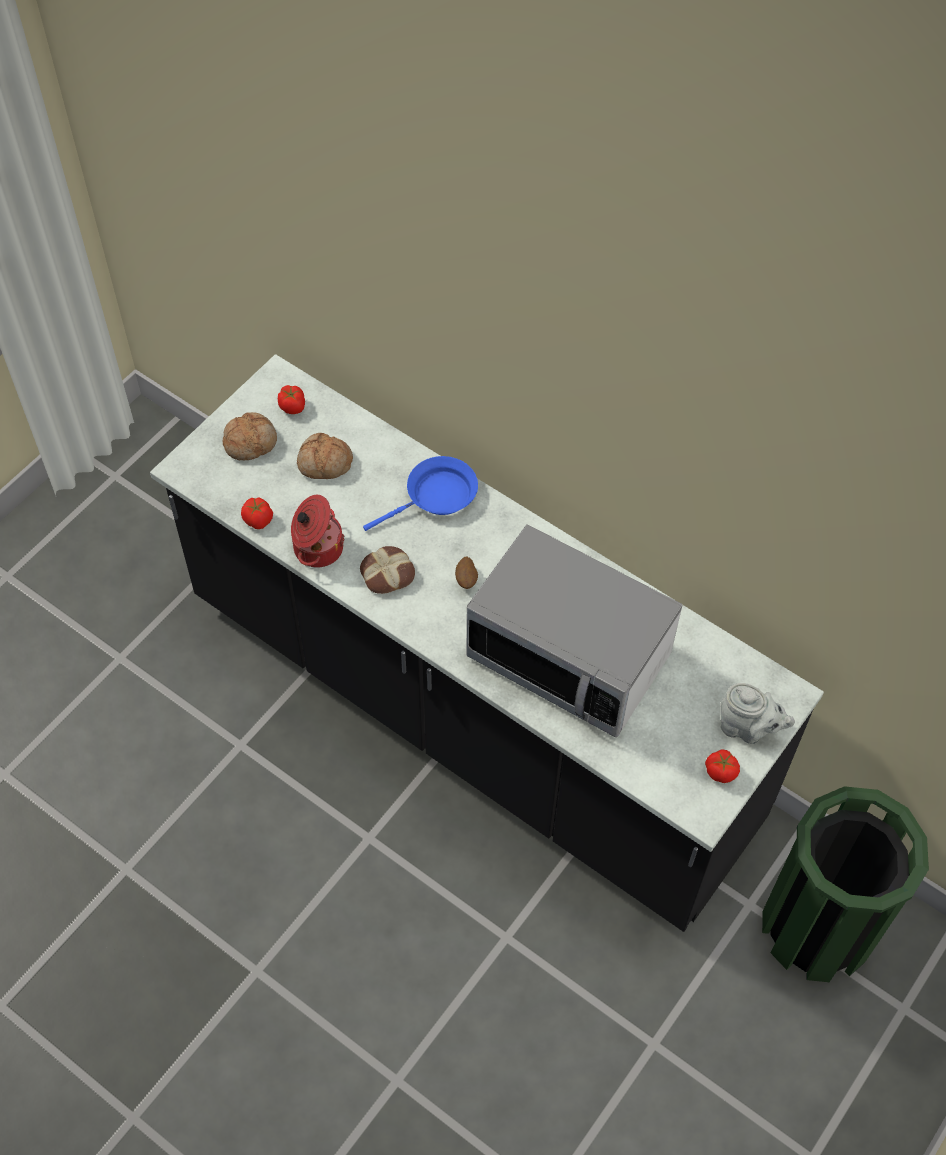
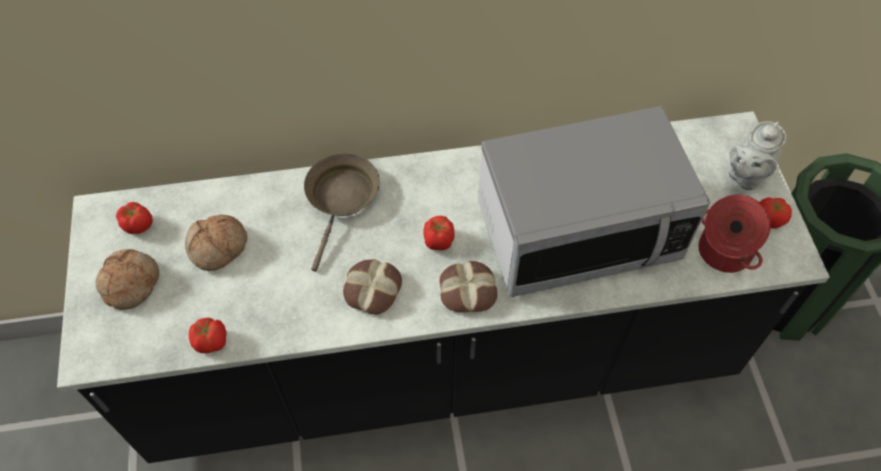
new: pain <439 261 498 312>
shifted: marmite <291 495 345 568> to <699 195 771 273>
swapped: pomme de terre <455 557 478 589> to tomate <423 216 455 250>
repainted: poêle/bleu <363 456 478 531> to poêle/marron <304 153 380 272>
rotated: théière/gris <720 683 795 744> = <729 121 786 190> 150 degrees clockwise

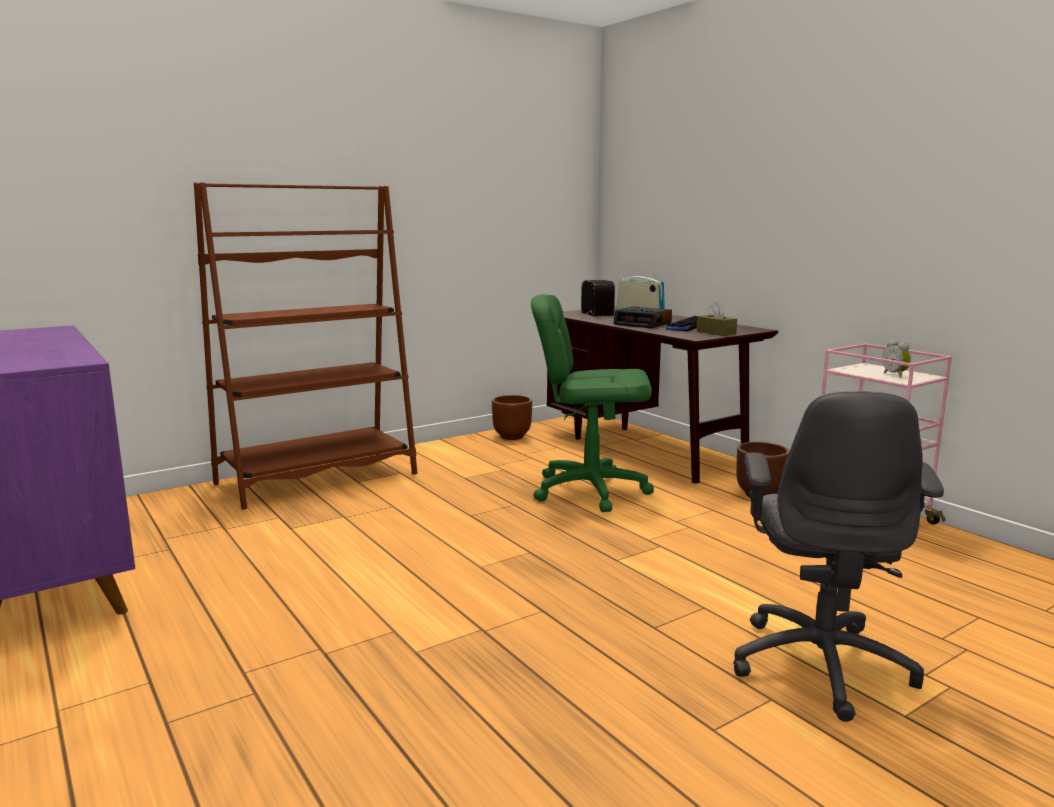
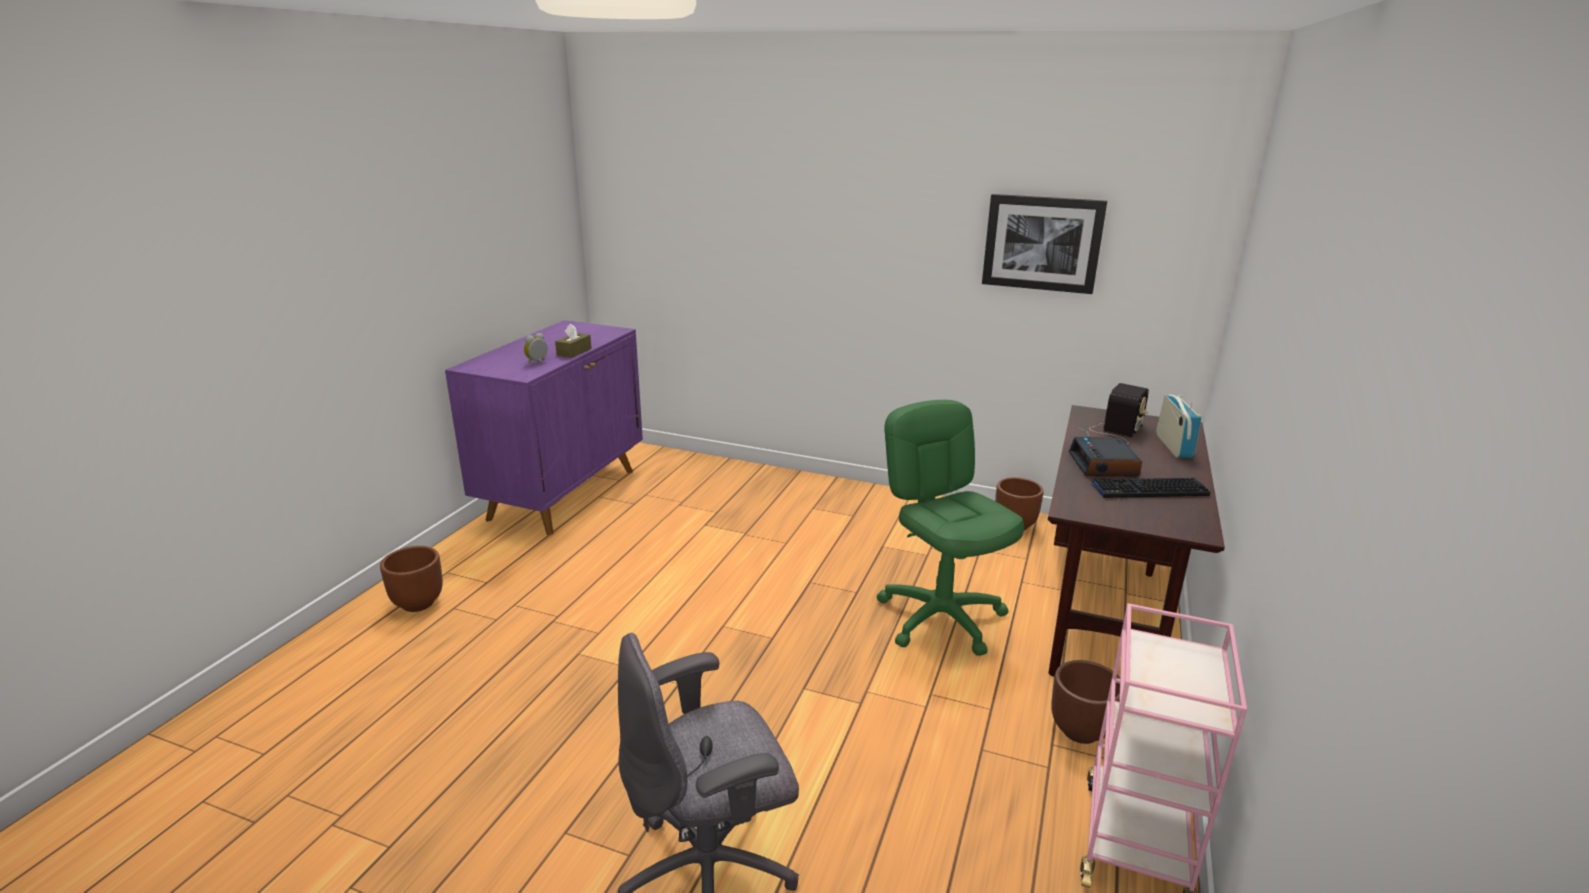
gone: bibliothèque/marron <194 182 417 510>
new: cache-pot/marron <380 546 443 612>; tableau <982 194 1107 294>
shifted: réveil <882 340 911 377> to <524 333 548 364>; boîte à mouchoirs/marron <697 302 737 336> to <555 323 592 358>

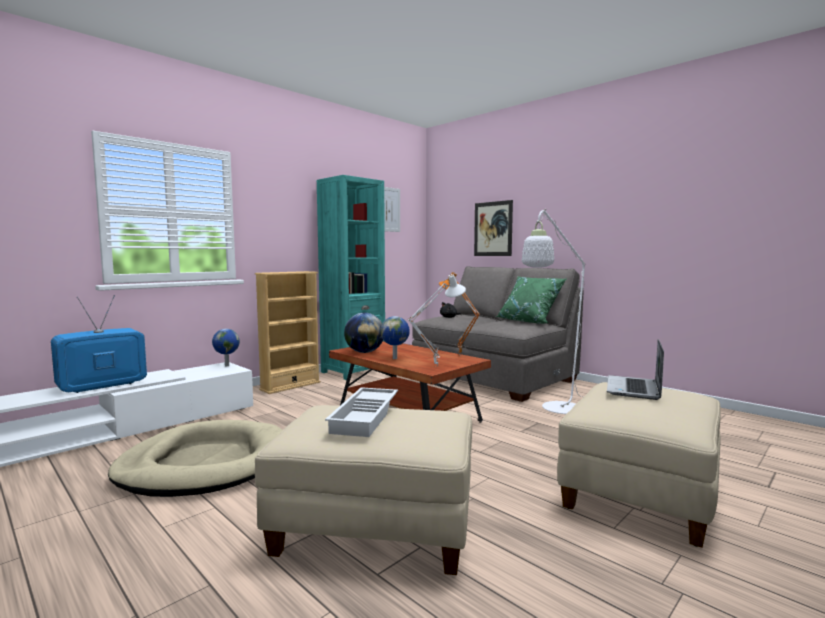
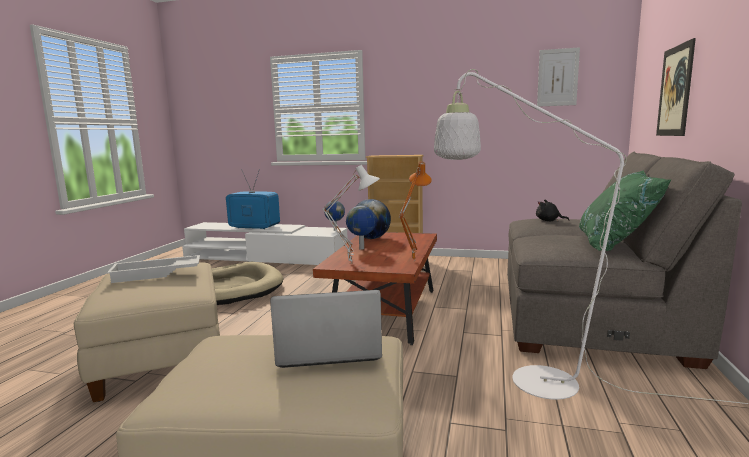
gone: bibliothèque/turquoise <317 175 385 380>

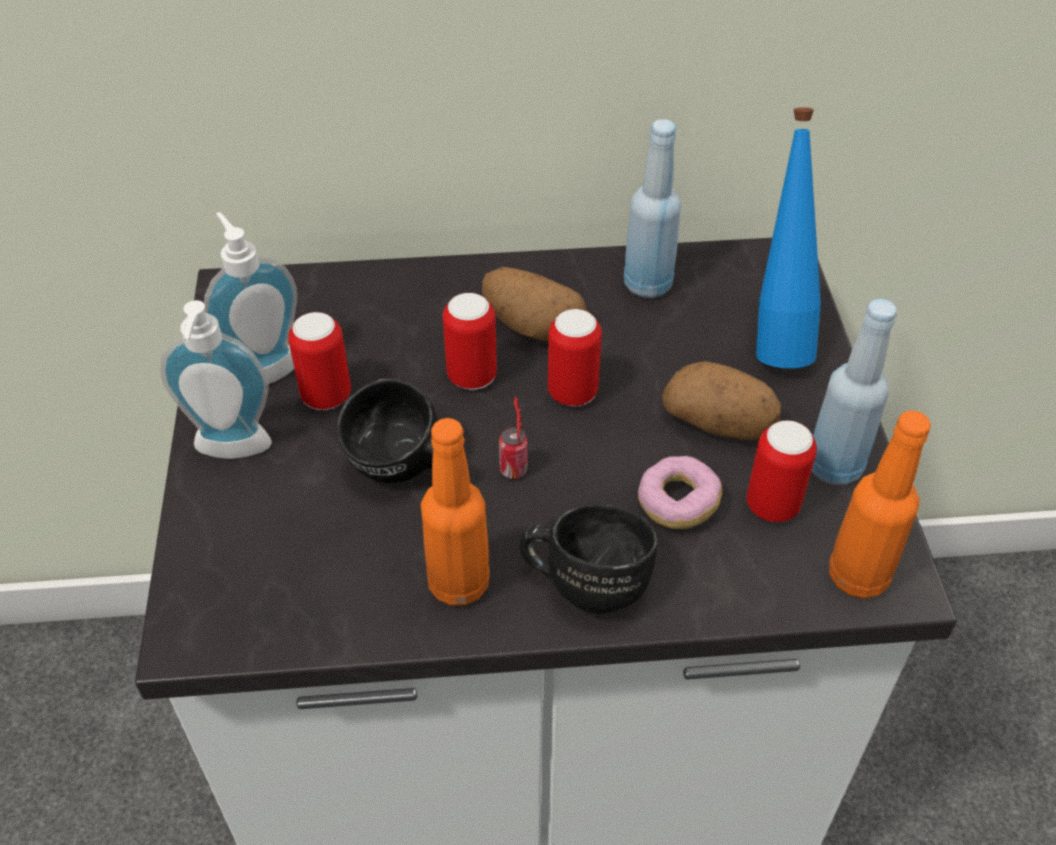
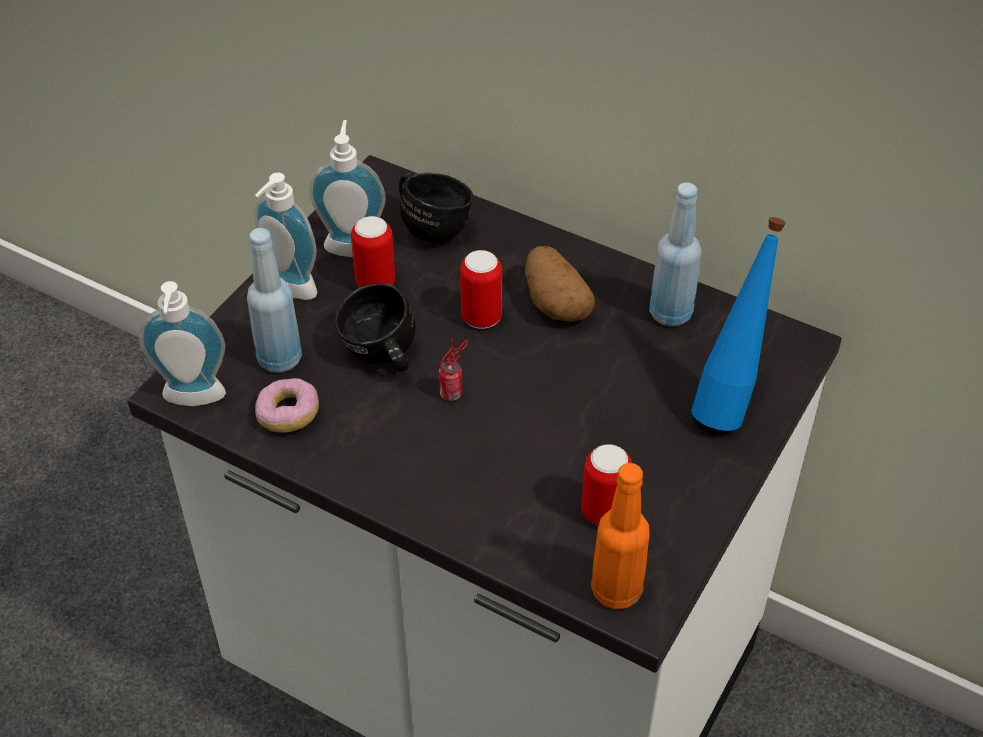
gone: bouteille/orange <421 418 490 606>; boîte métallique <548 309 602 406>; pomme de terre <662 361 781 440>
new: distributeur de savon <139 281 226 406>
shifted: bouteille/bleu <812 299 897 485> to <247 228 302 373>; beignet <638 456 722 529> to <255 378 319 433>; mug/noir <520 504 658 614> to <399 173 473 244>

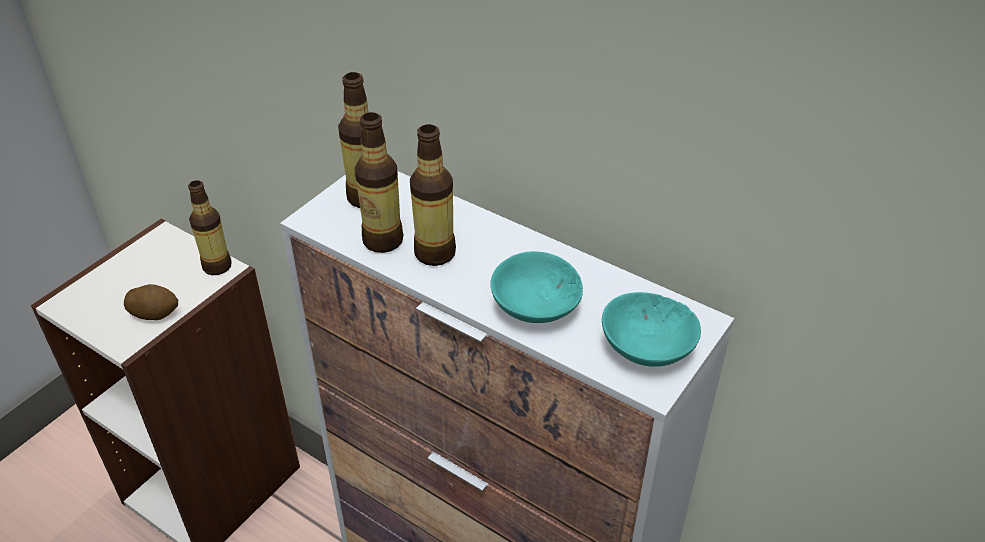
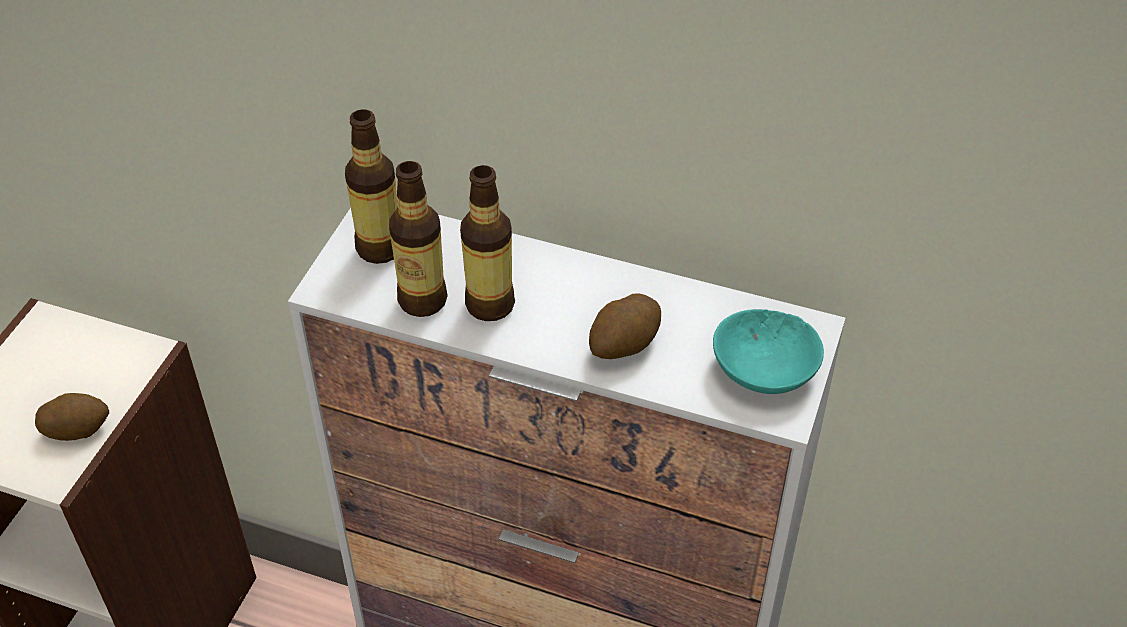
gone: bouteille <188 180 231 275>
swapped: bol/turquoise <491 251 583 323> to pomme de terre <589 293 661 359>

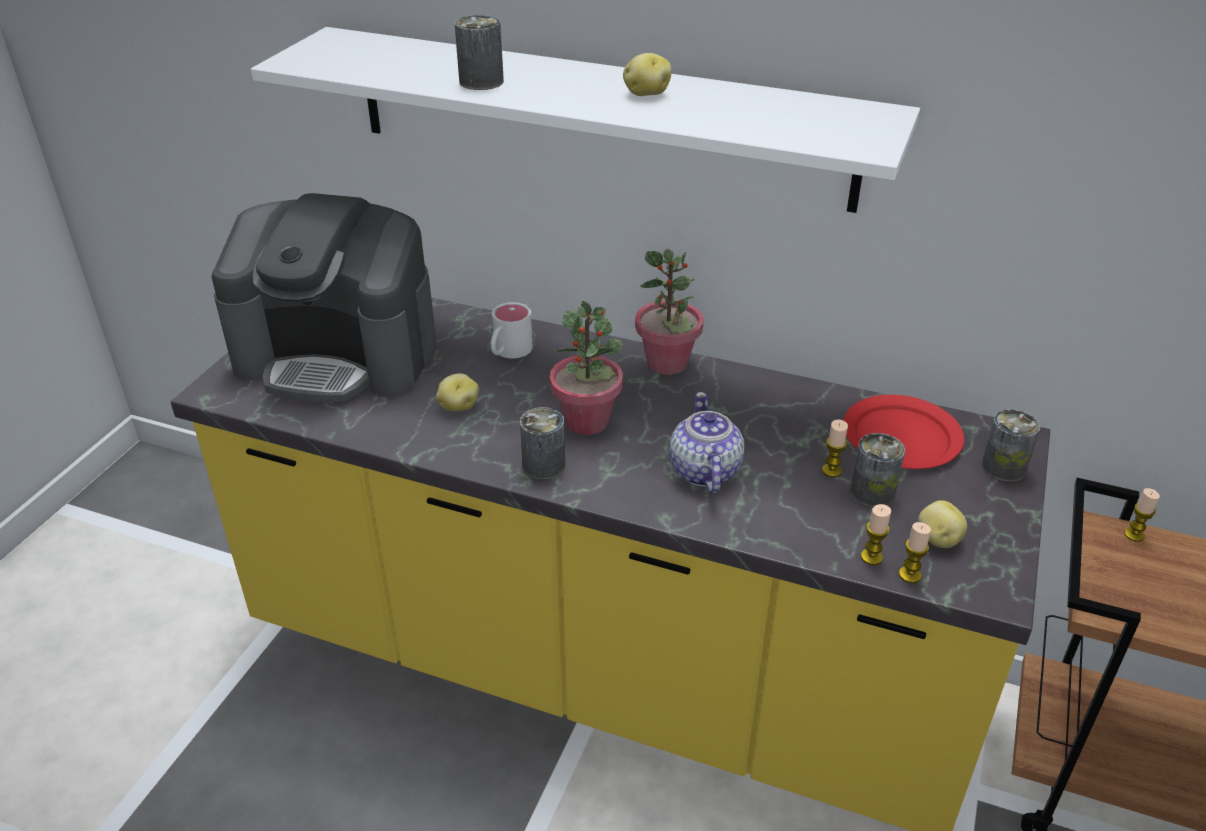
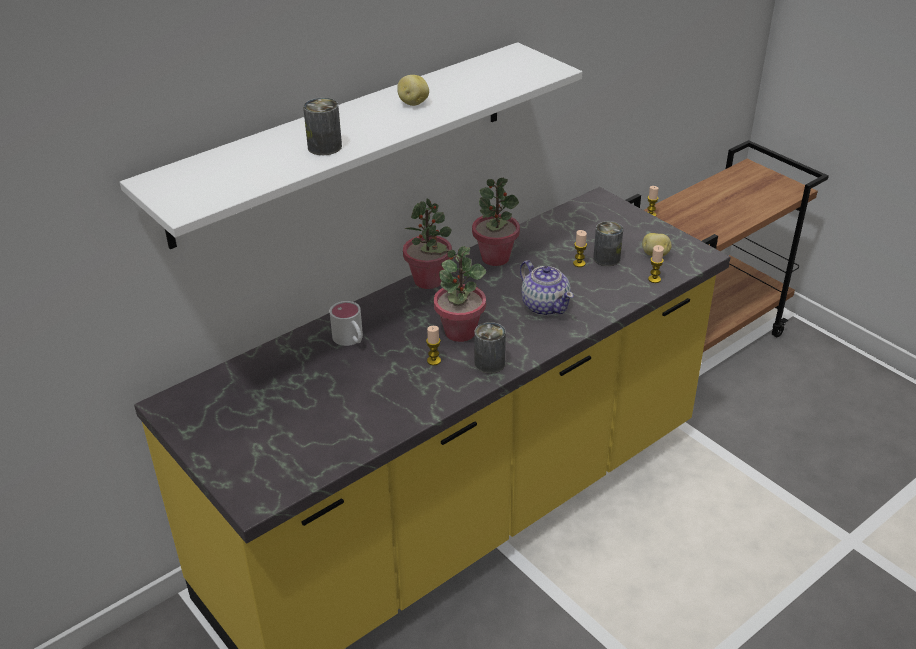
gone: machine à café <211 193 437 403>; pomme de terre <436 373 479 411>; assiette/rouge <843 395 964 469>; boîte métallique <981 409 1040 482>
new: plante en pot <472 178 520 266>
shifted: bougie <899 522 931 583> to <426 326 441 365>
rotated: théière <669 392 745 493> = <520 260 574 316> 150 degrees counterclockwise

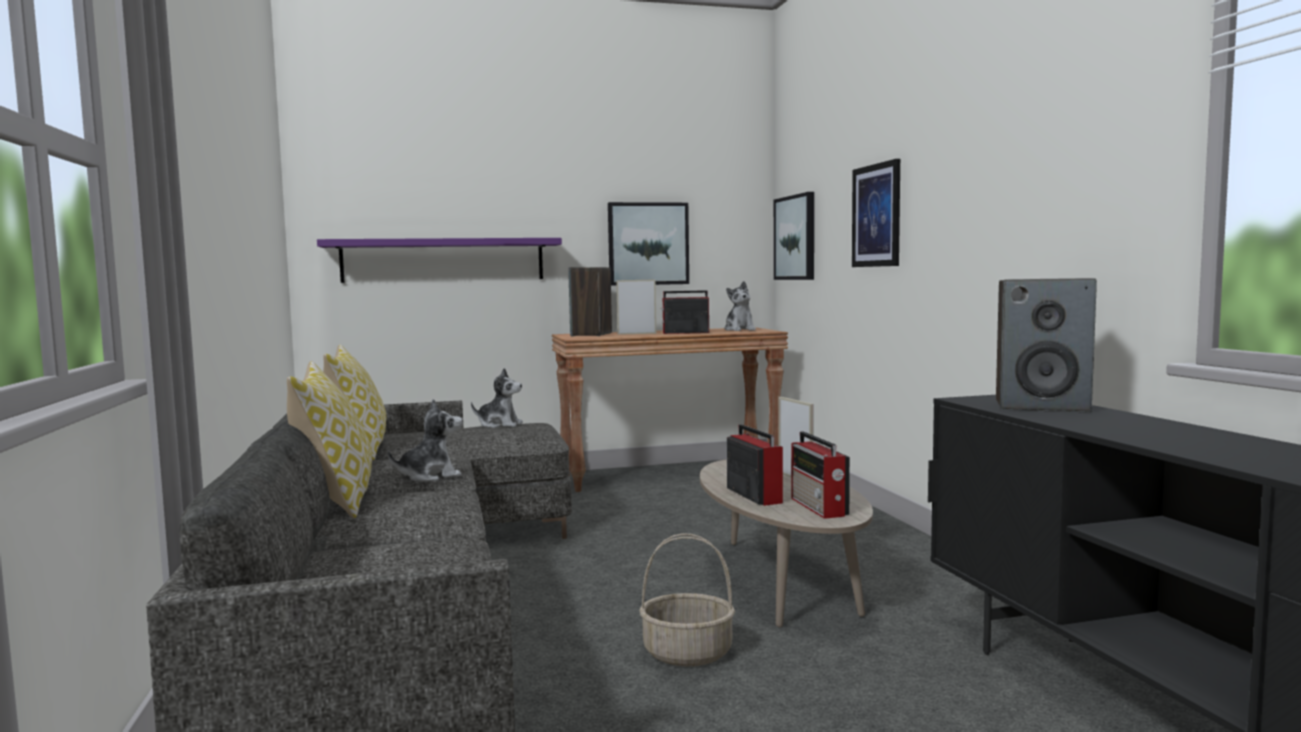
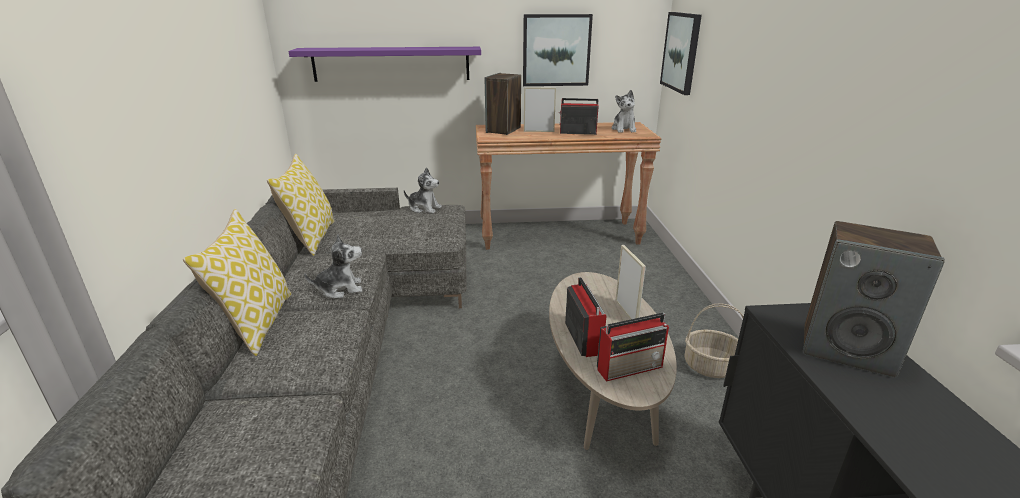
gone: tableau <852 159 900 267>
shifted: panier <639 533 735 666> to <684 303 744 378>
rotated: radio <791 431 850 519> = <597 313 669 382> 105 degrees counterclockwise

